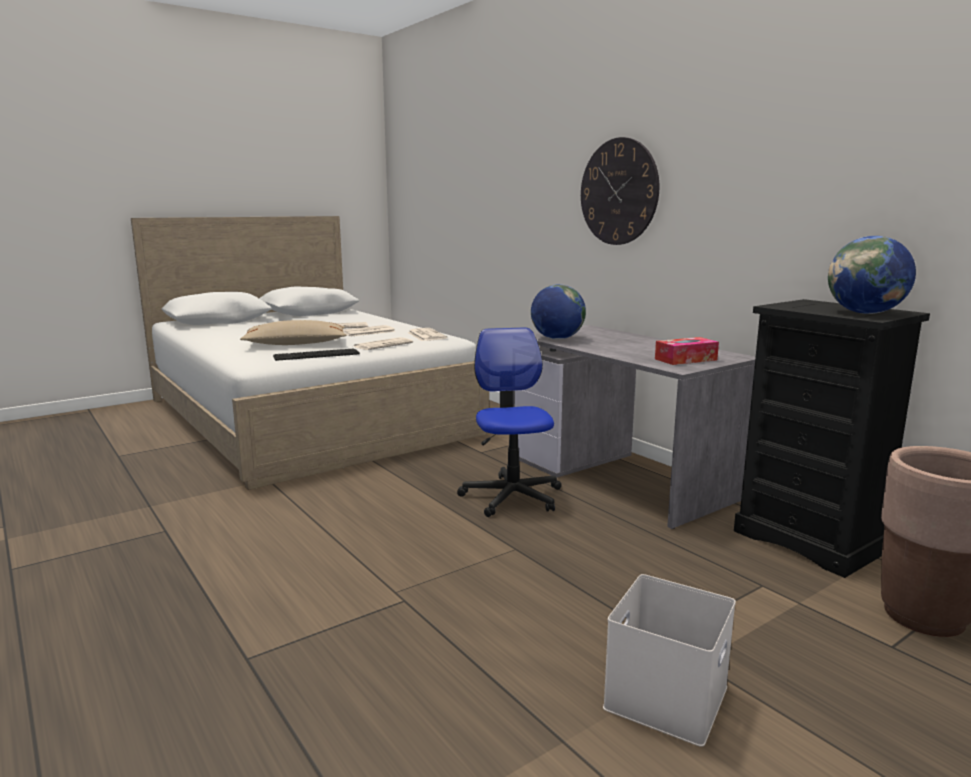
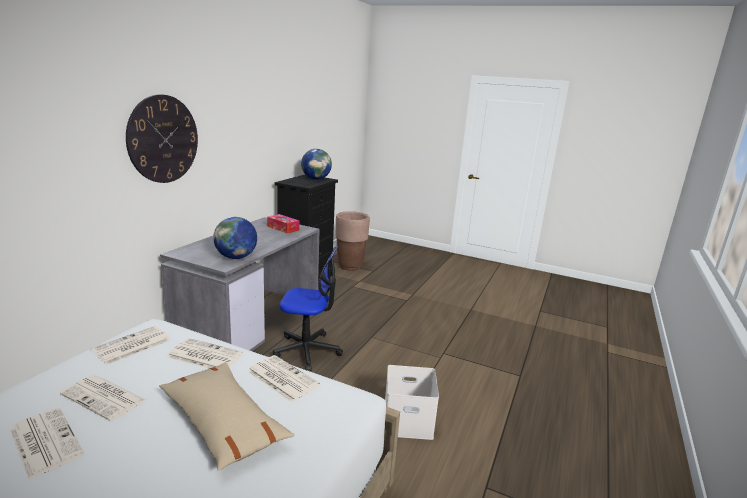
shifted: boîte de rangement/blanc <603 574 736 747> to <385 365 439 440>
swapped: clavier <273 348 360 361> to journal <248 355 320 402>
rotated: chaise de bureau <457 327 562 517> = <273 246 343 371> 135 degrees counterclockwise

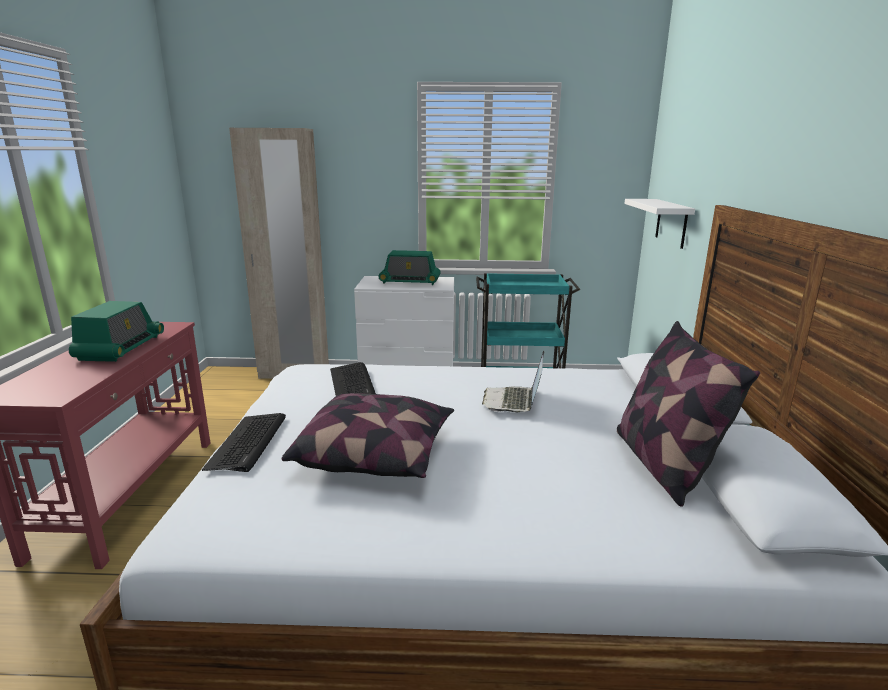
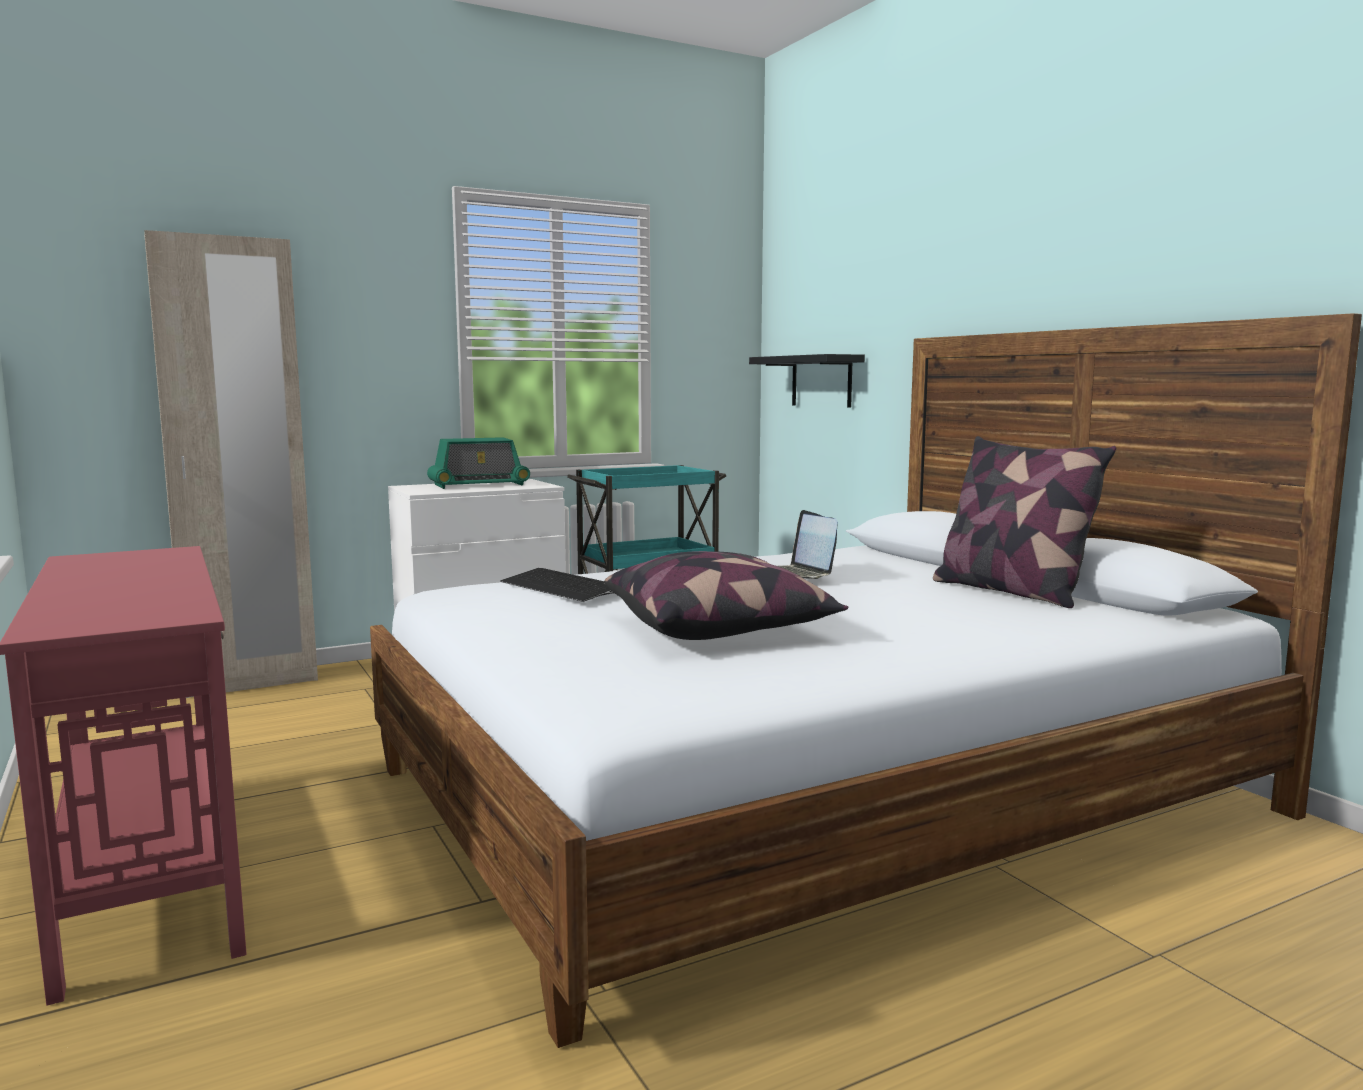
gone: radio <69 301 164 362>; clavier <202 413 286 472>
repainted: étagère/blanc <624 199 695 249> to étagère/noir <749 354 865 408>

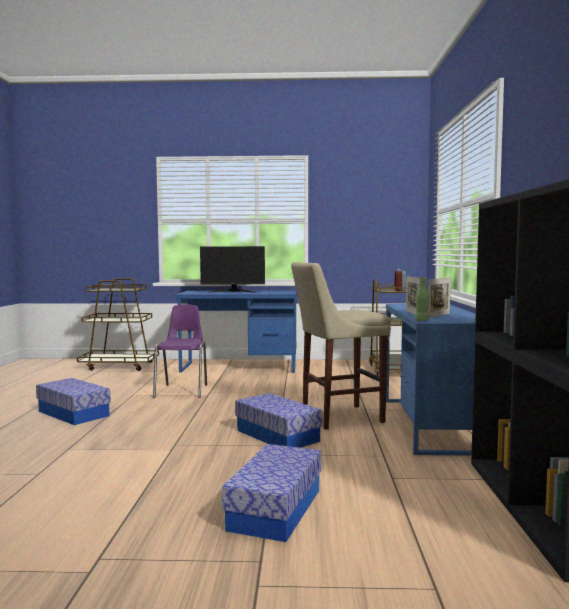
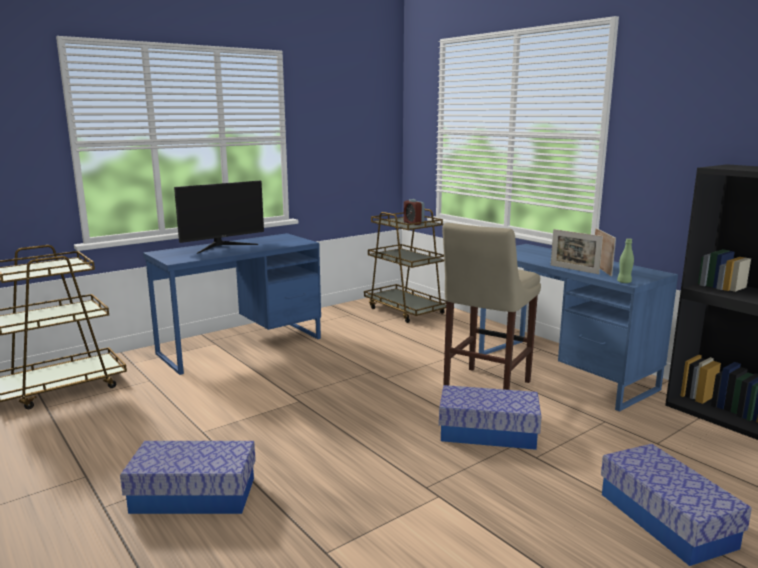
gone: chaise/violet <153 304 207 398>

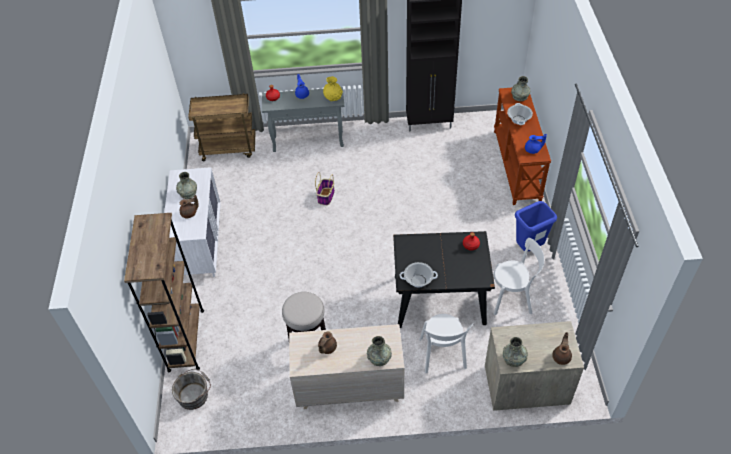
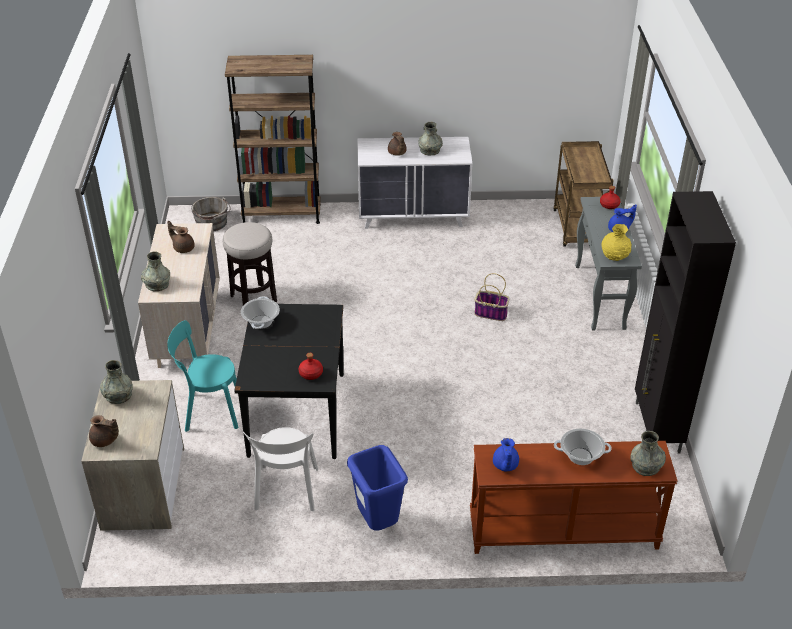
repainted: chaise/blanc <419 314 473 373> to chaise/turquoise <167 320 238 432>

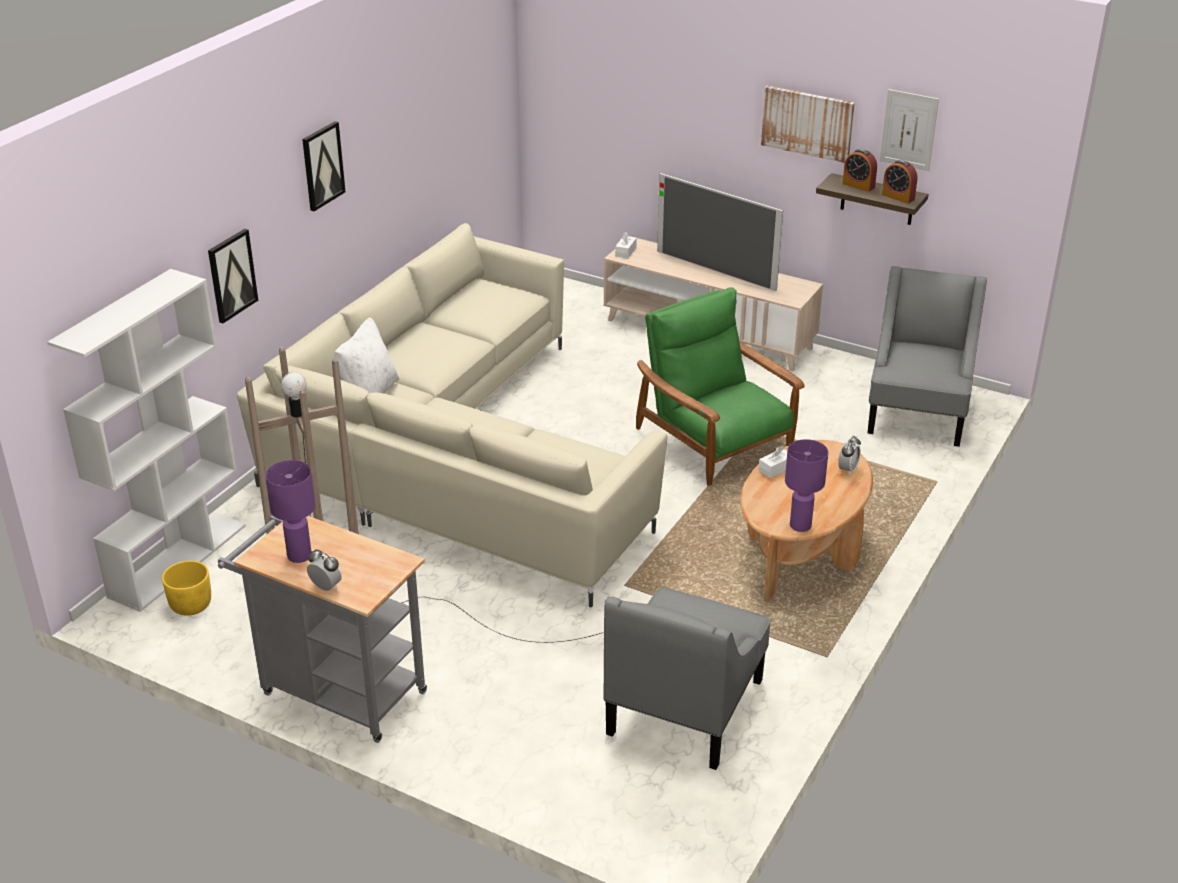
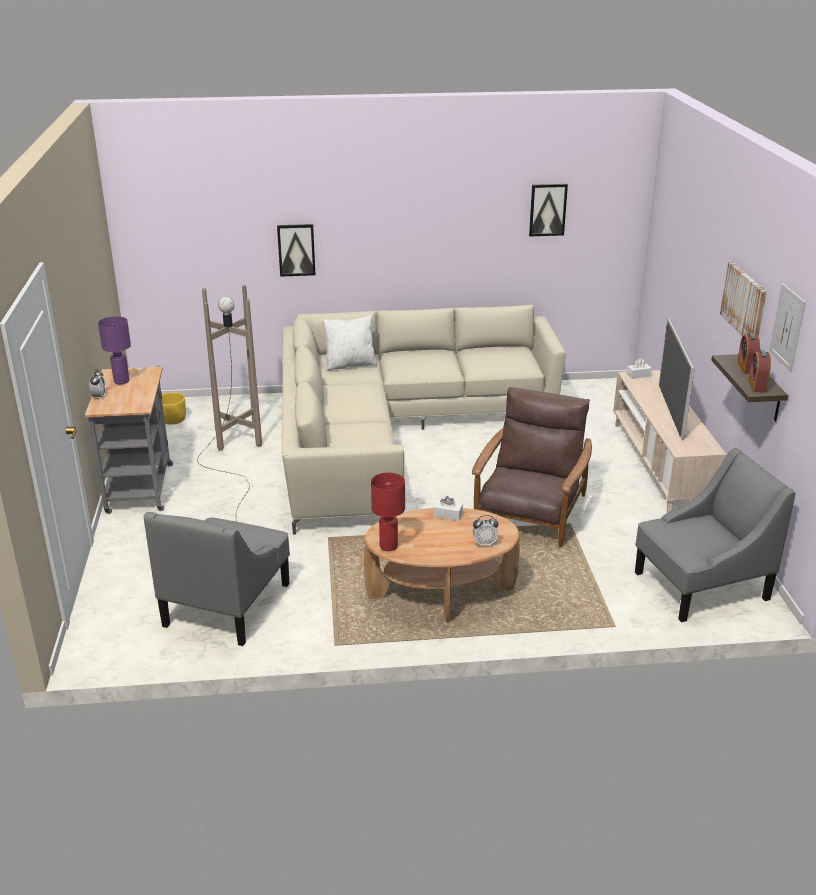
gone: bibliothèque/blanc <47 269 246 612>
shifted: tableau <302 121 346 211> to <529 184 568 236>
repainted: lampe de table/violet <785 439 828 532> to lampe de table/rouge <371 472 405 551>; fauteuil/vert <636 287 805 486> to fauteuil/marron <472 387 592 548>
rotated: fauteuil/gris <603 588 770 770> = <144 512 290 646> 60 degrees counterclockwise

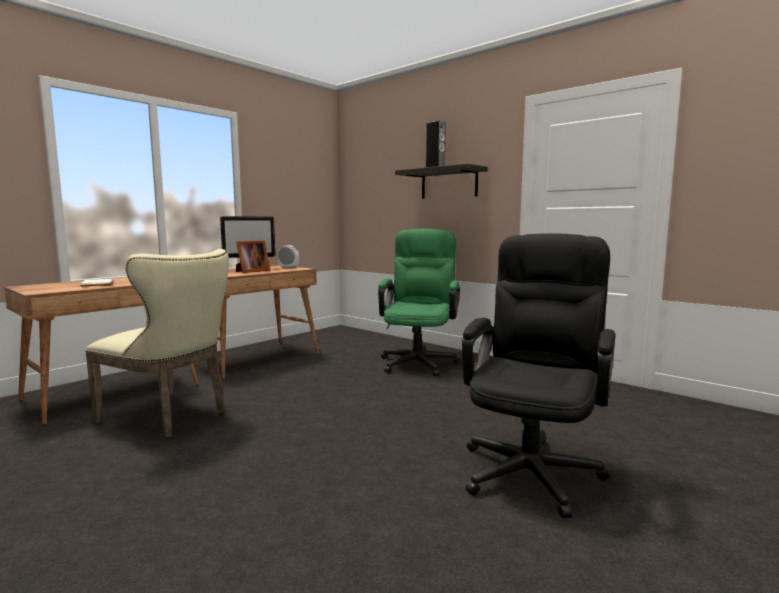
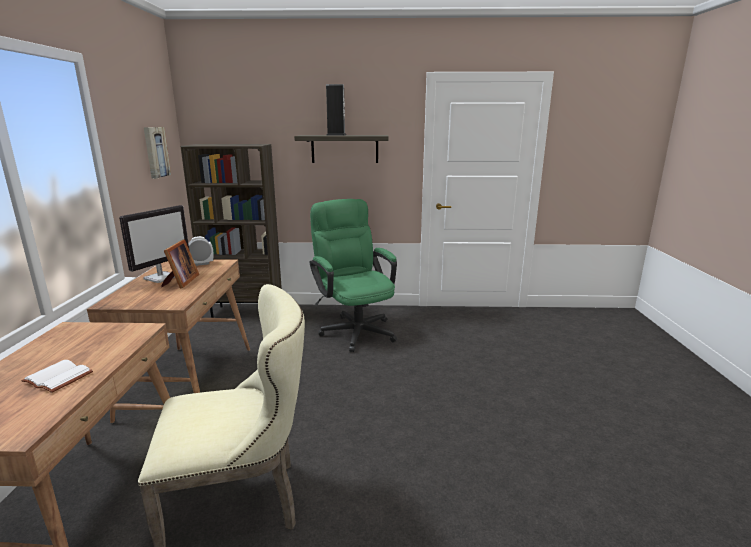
gone: chaise de bureau/noir <462 233 616 518>
new: tableau <144 127 171 179>; bibliothèque/marron <180 144 282 318>

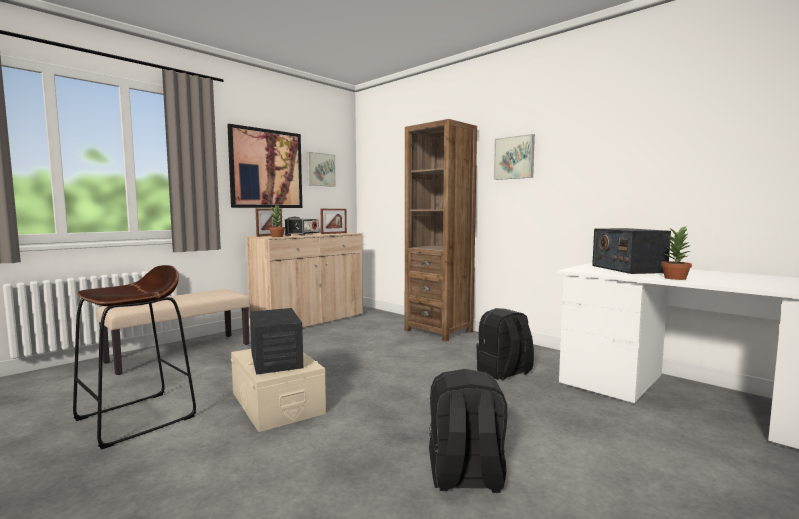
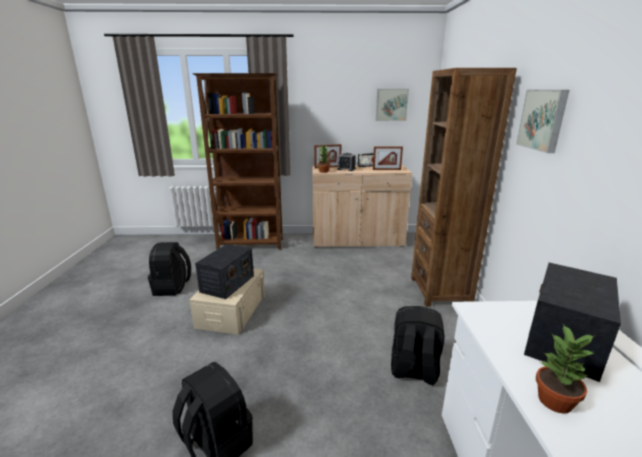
gone: tableau <227 124 302 208>
swapped: tabouret/marron <73 265 196 450> to sac à dos/noir <148 242 191 296>; banc/beige <97 289 250 375> to bibliothèque/marron <192 73 283 250>

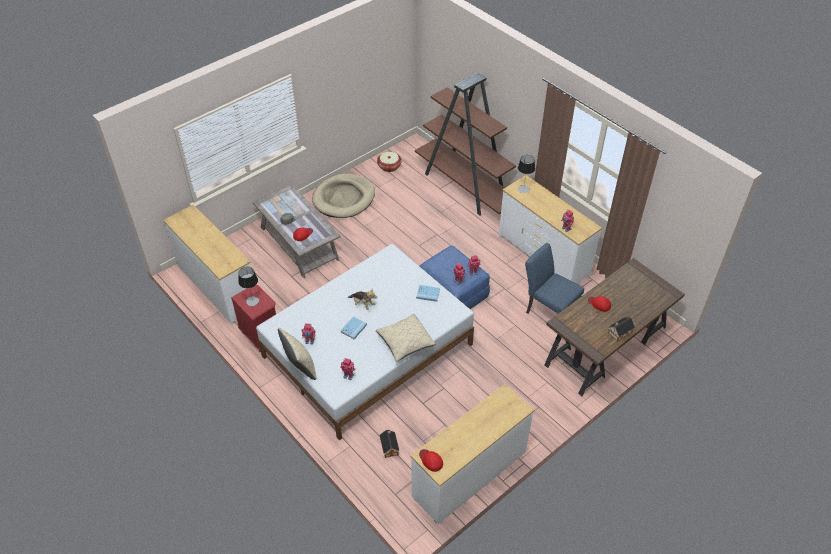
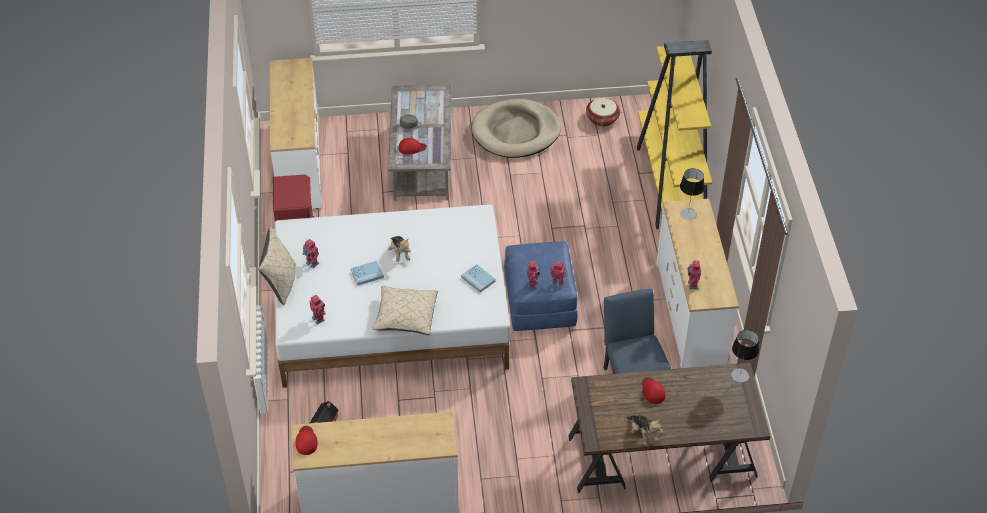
shifted: lampe de table <238 267 259 306> to <732 330 759 383>
swapped: maison miniature <608 317 635 342> to peluche <626 415 663 446>
repainted: bibliothèque/marron <415 73 516 216> to bibliothèque/jaune <637 40 712 229>

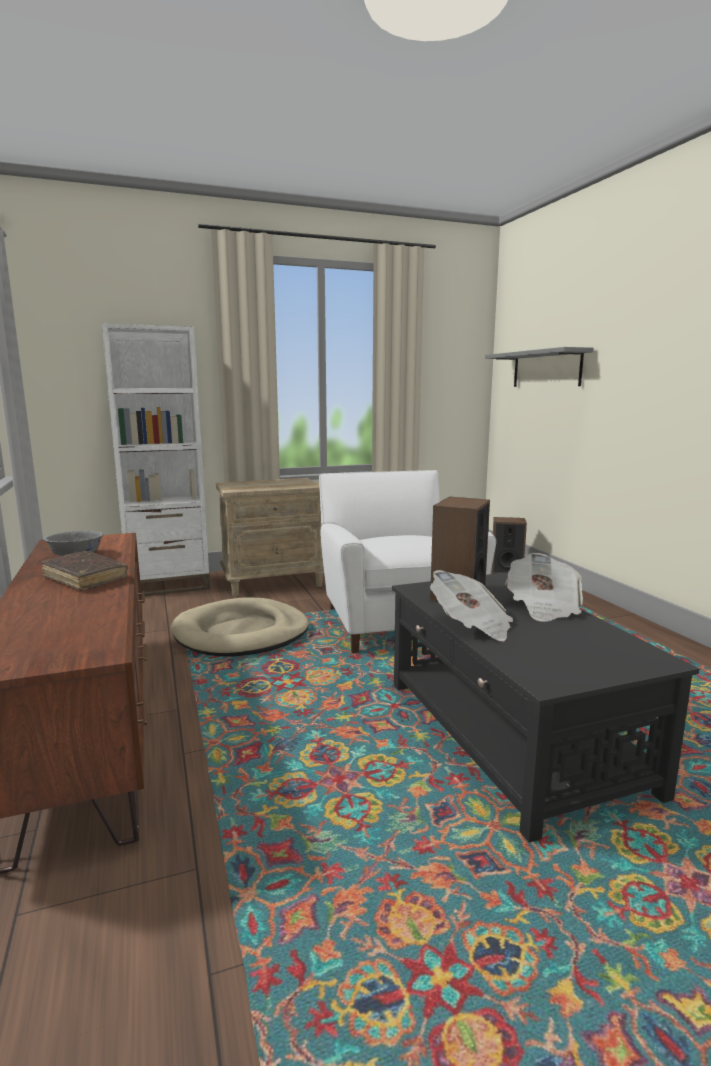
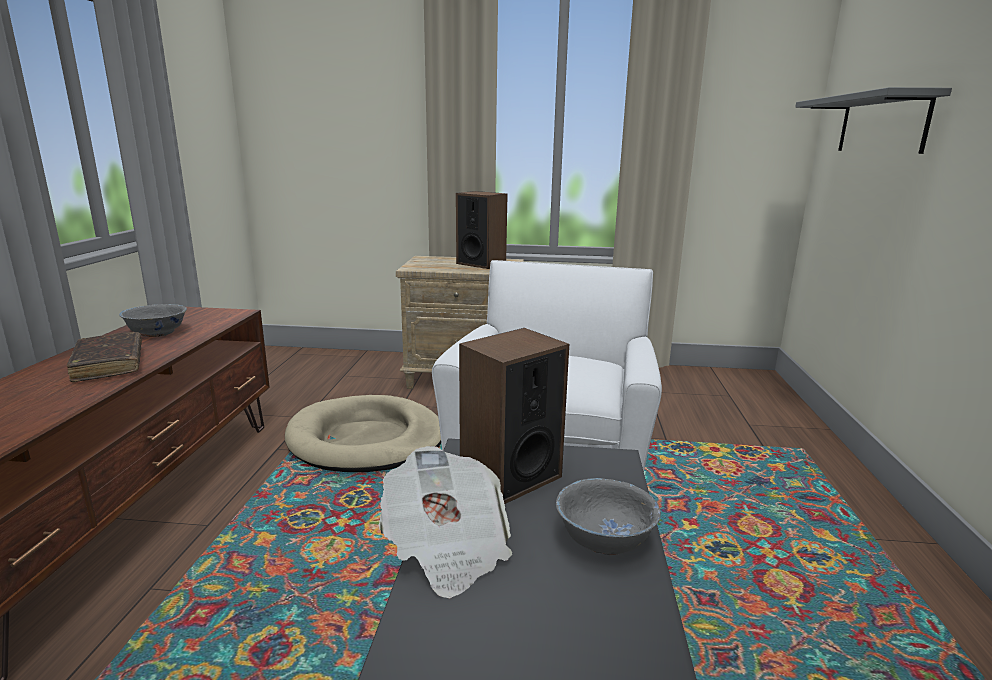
gone: bibliothèque/blanc <102 323 210 596>
shifted: enceinte <491 517 527 574> to <456 191 508 269>
swapped: journal <505 553 583 622> to bol/gris <556 478 661 555>

